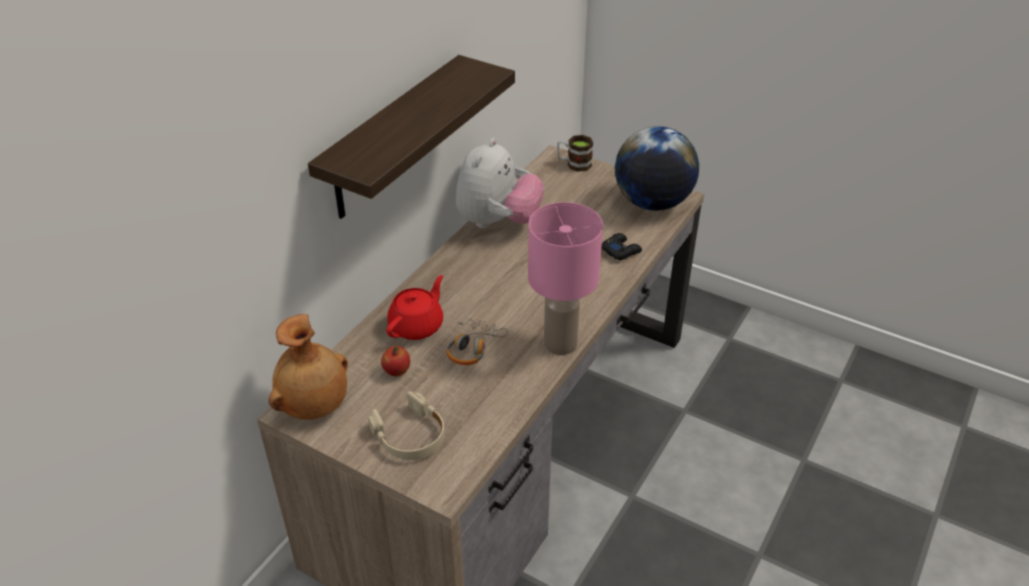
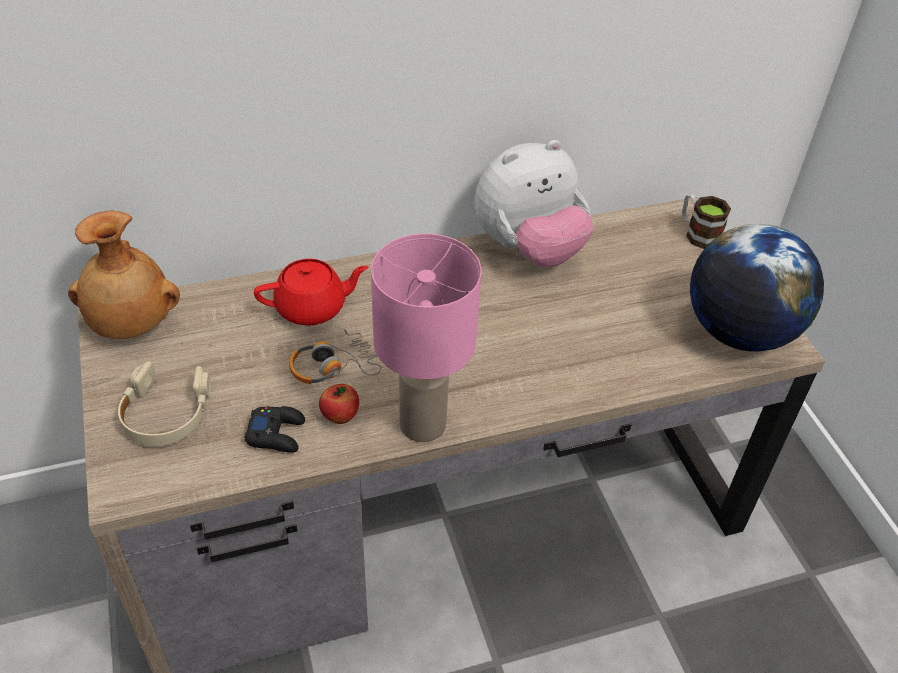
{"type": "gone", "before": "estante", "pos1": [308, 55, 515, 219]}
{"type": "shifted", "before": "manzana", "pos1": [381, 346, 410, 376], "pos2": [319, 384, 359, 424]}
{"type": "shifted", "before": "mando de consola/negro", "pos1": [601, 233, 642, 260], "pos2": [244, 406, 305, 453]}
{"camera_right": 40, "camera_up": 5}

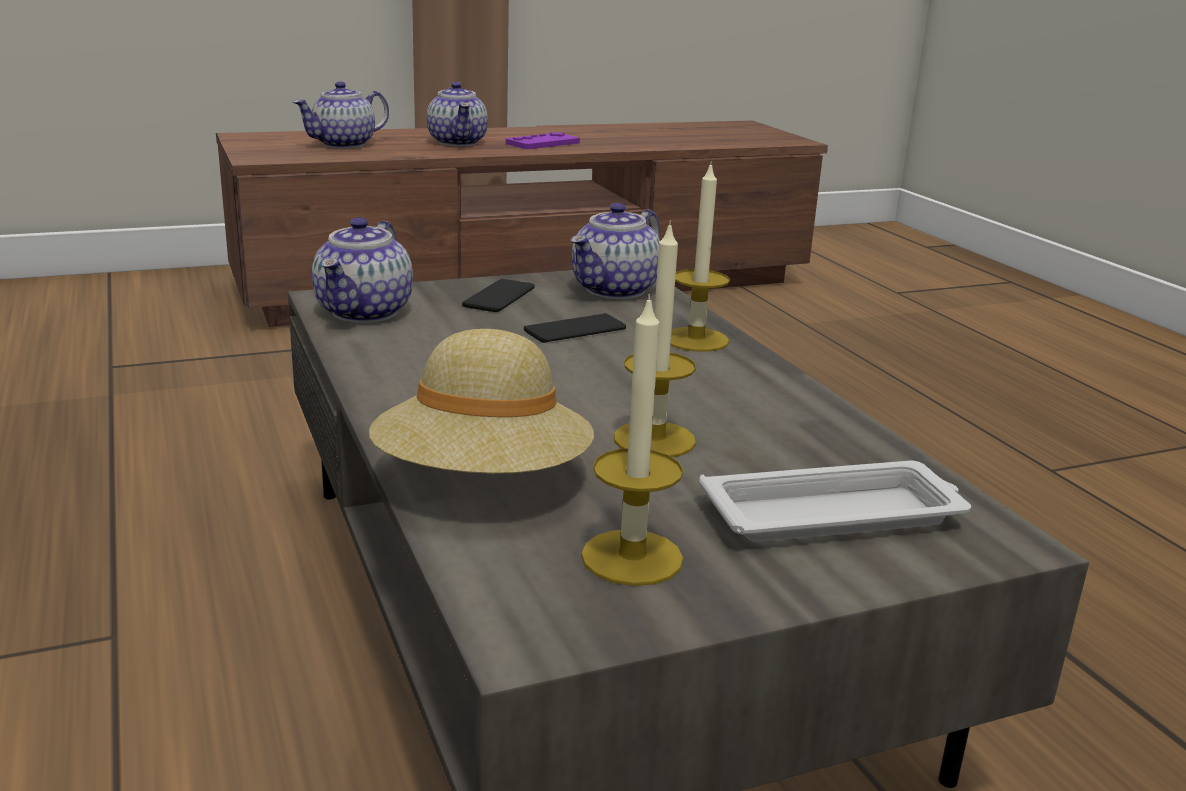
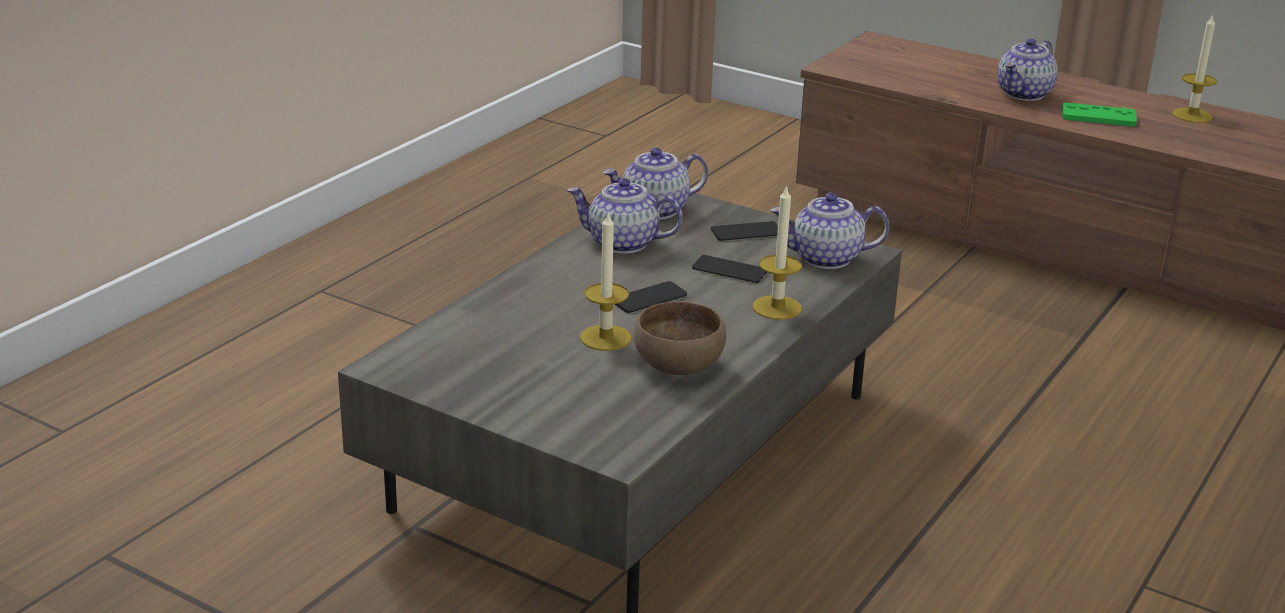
{"type": "gone", "before": "sombrero/beis", "pos1": [369, 329, 594, 474]}
{"type": "gone", "before": "bandeja/blanco", "pos1": [699, 461, 971, 542]}
{"type": "new", "after": "móvil", "pos2": [615, 281, 687, 313]}
{"type": "new", "after": "cuenco/marrón", "pos2": [634, 301, 726, 375]}
{"type": "shifted", "before": "tetera", "pos1": [293, 81, 389, 149], "pos2": [567, 178, 683, 254]}
{"type": "shifted", "before": "vela", "pos1": [581, 294, 683, 586], "pos2": [1172, 13, 1217, 123]}
{"type": "repainted", "before": "mando de consola/morado", "after": "mando de consola/verde", "pos1": [506, 132, 580, 149], "pos2": [1062, 102, 1137, 127]}
{"camera_right": 55, "camera_up": 5}

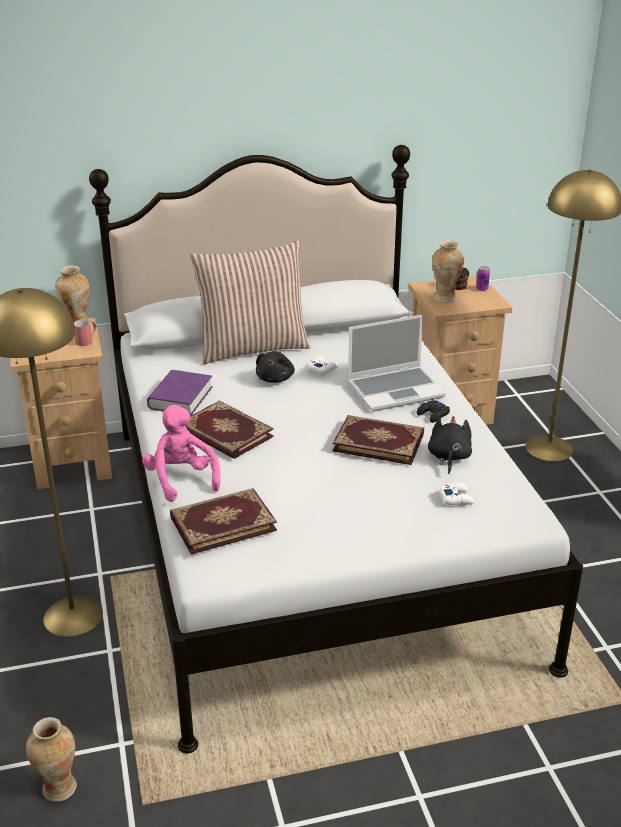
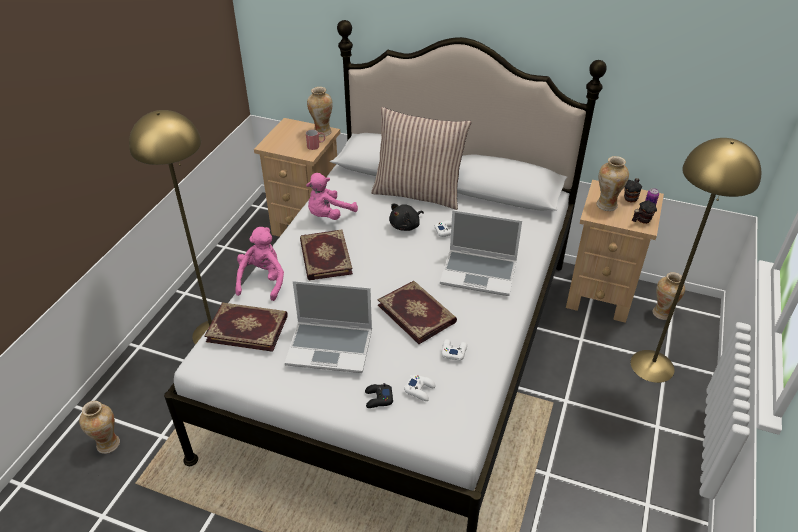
{"type": "new", "after": "portátil", "pos2": [285, 281, 372, 373]}
{"type": "new", "after": "taza grande", "pos2": [632, 200, 657, 224]}
{"type": "new", "after": "florero", "pos2": [652, 272, 685, 320]}
{"type": "shifted", "before": "mando de consola/negro", "pos1": [416, 398, 450, 423], "pos2": [365, 383, 393, 408]}
{"type": "swapped", "before": "libro/morado", "after": "peluche/rosa", "pos1": [147, 370, 212, 416], "pos2": [306, 173, 358, 220]}
{"type": "swapped", "before": "peluche/negro", "after": "mando de consola/blanco", "pos1": [428, 416, 472, 474], "pos2": [442, 339, 467, 361]}
{"camera_right": 35, "camera_up": 10}

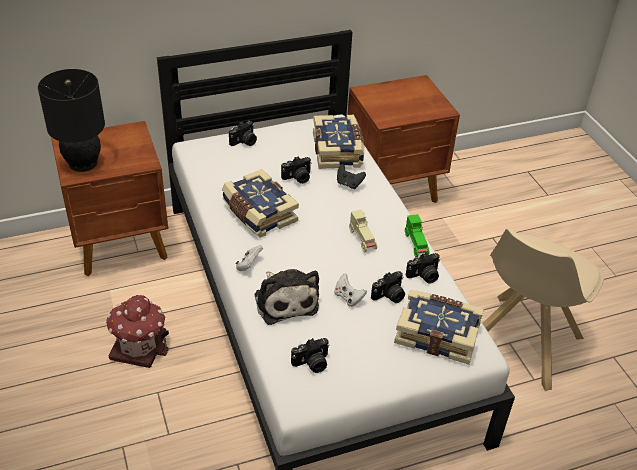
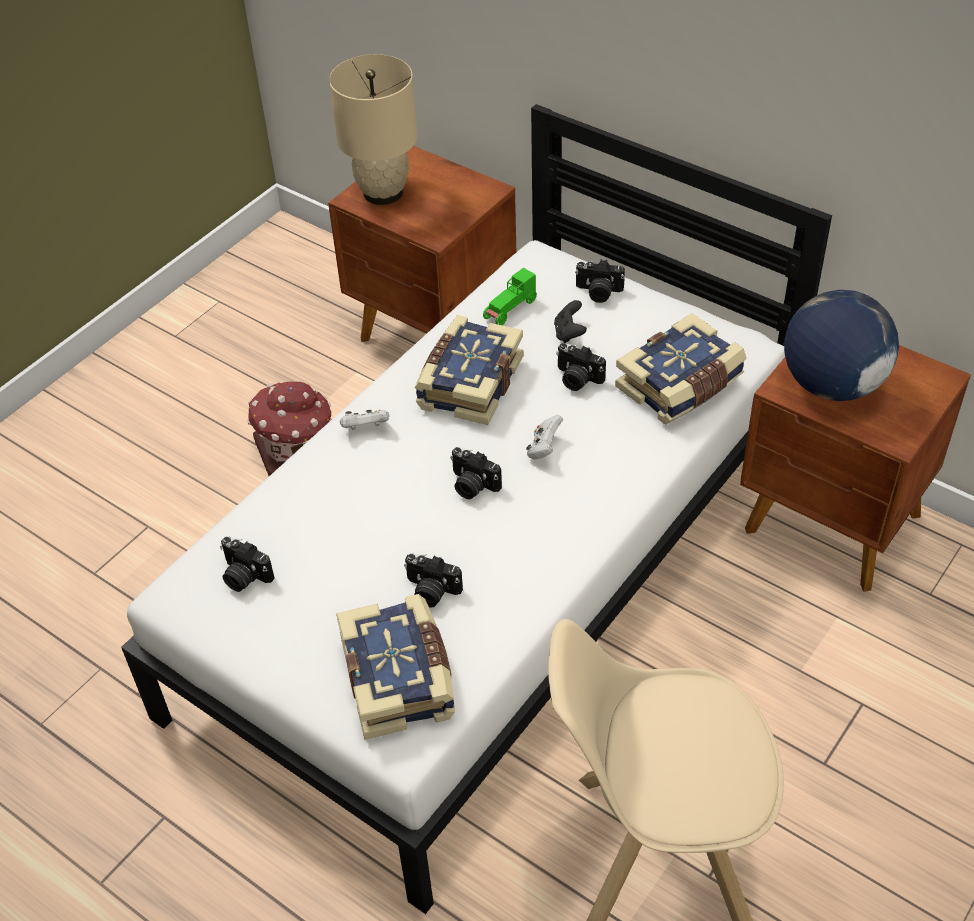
{"type": "gone", "before": "peluche", "pos1": [254, 269, 319, 325]}
{"type": "gone", "before": "coche de juguete/beis", "pos1": [349, 210, 377, 253]}
{"type": "new", "after": "globo terráqueo", "pos2": [784, 290, 899, 401]}
{"type": "shifted", "before": "mando de consola/blanco", "pos1": [334, 274, 367, 307], "pos2": [526, 415, 563, 459]}
{"type": "shifted", "before": "mando de consola/negro", "pos1": [337, 164, 366, 189], "pos2": [554, 300, 587, 343]}
{"type": "shifted", "before": "coche de juguete/verde", "pos1": [405, 214, 429, 257], "pos2": [483, 268, 537, 325]}
{"type": "shifted", "before": "cámara", "pos1": [405, 253, 440, 284], "pos2": [450, 447, 502, 499]}
{"type": "repainted", "before": "lámpara de mesa/negro", "after": "lámpara de mesa/beis", "pos1": [38, 69, 105, 172], "pos2": [329, 54, 418, 205]}
{"camera_right": 60, "camera_up": 5}

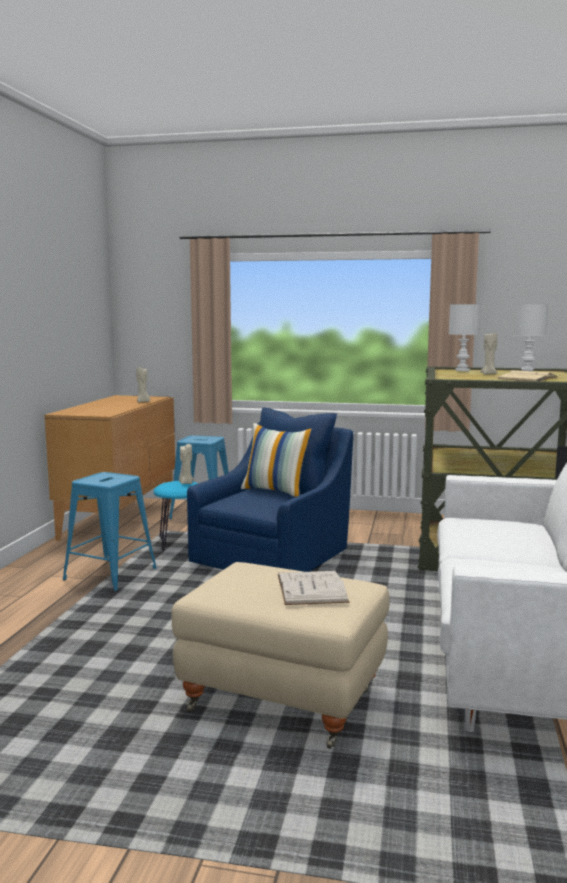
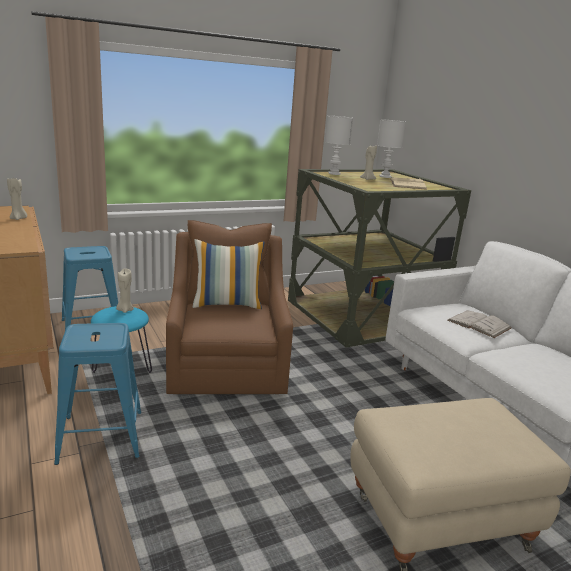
{"type": "shifted", "before": "libro/blanco", "pos1": [278, 571, 349, 605], "pos2": [447, 311, 512, 338]}
{"type": "repainted", "before": "sillón/azul", "after": "sillón/marrón", "pos1": [187, 407, 354, 572], "pos2": [166, 220, 293, 394]}
{"camera_right": -40, "camera_up": 10}

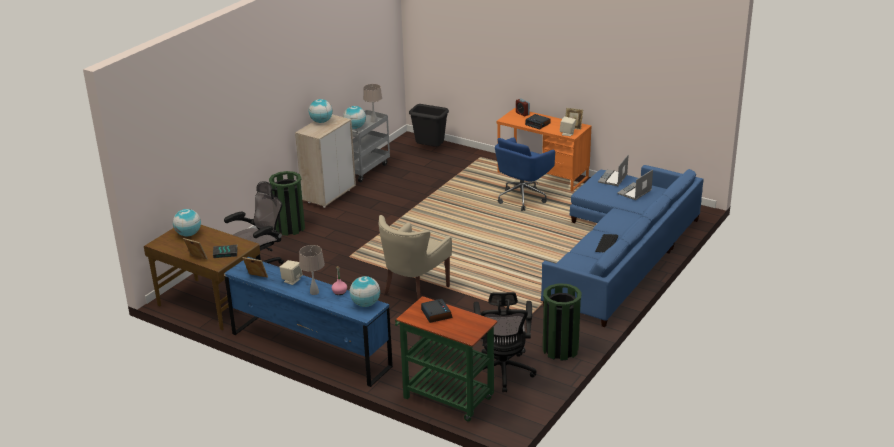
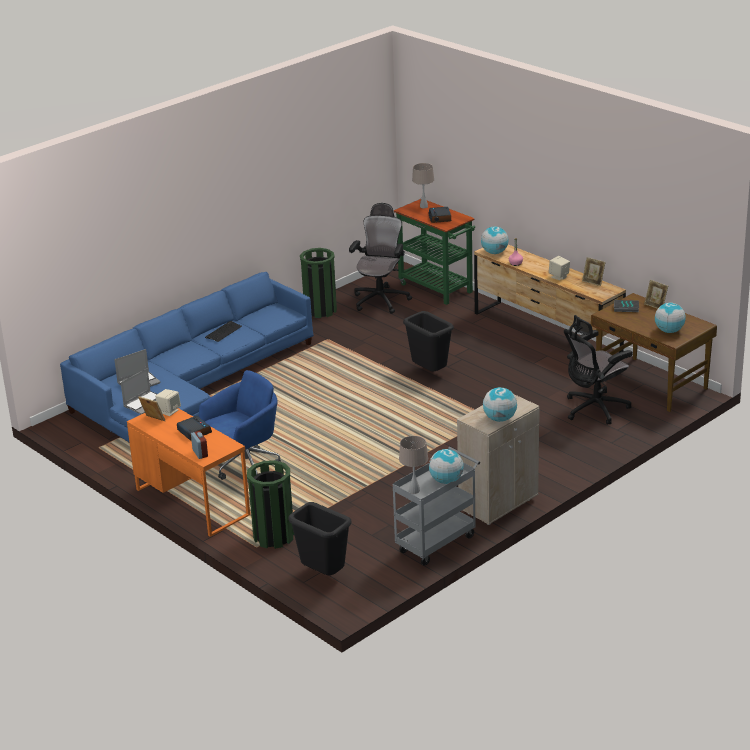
{"type": "shifted", "before": "papelera/verde", "pos1": [269, 171, 305, 236], "pos2": [247, 460, 294, 549]}
{"type": "shifted", "before": "lámpara de mesa/beis", "pos1": [299, 245, 325, 295], "pos2": [412, 163, 434, 208]}
{"type": "swapped", "before": "sillón/beis", "after": "papelera/negro", "pos1": [379, 215, 452, 300], "pos2": [403, 311, 454, 371]}
{"type": "repainted", "before": "cómoda/azul", "after": "cómoda/marrón", "pos1": [224, 257, 393, 387], "pos2": [474, 245, 626, 353]}
{"camera_right": -165, "camera_up": 0}

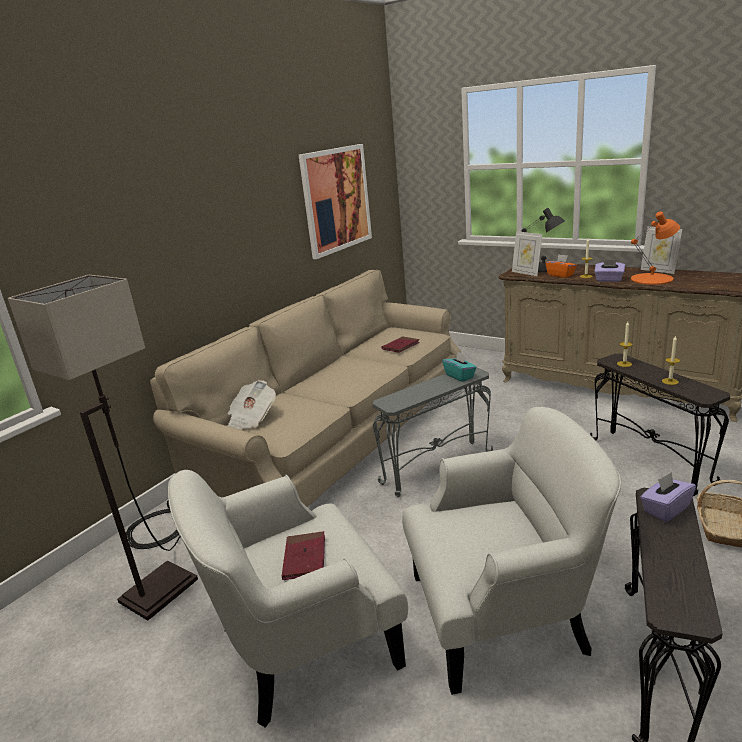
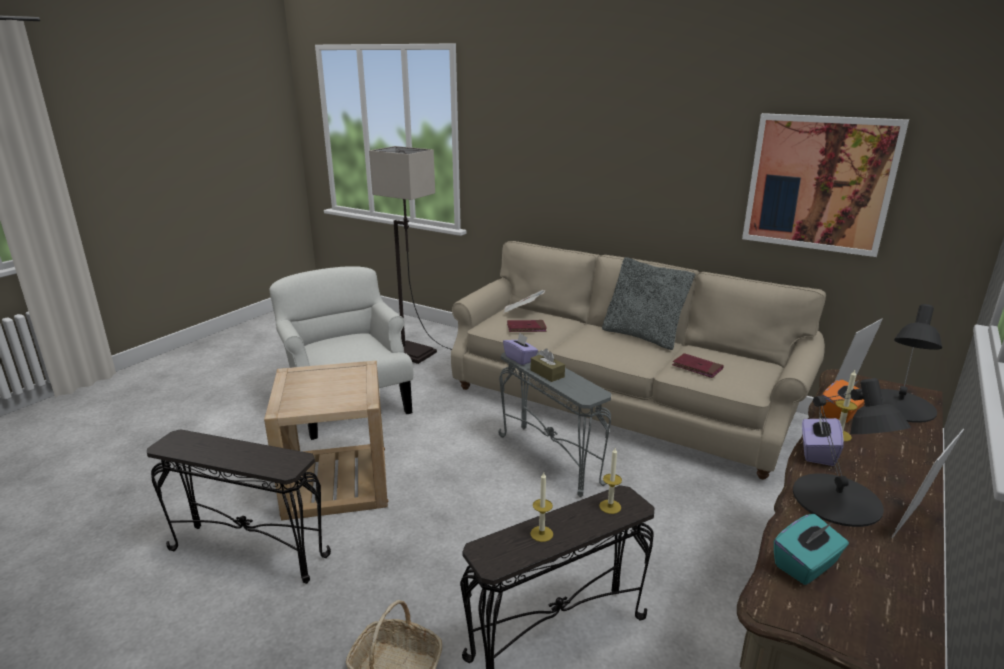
{"type": "new", "after": "caja de pañuelos/marrón", "pos2": [531, 348, 565, 382]}
{"type": "new", "after": "cojín/gris", "pos2": [602, 257, 696, 350]}
{"type": "shifted", "before": "libro/rojo", "pos1": [282, 531, 325, 580], "pos2": [507, 320, 547, 332]}
{"type": "shifted", "before": "caja de pañuelos/turquesa", "pos1": [442, 352, 477, 382], "pos2": [774, 514, 849, 585]}
{"type": "shifted", "before": "caja de pañuelos/morado", "pos1": [640, 472, 696, 522], "pos2": [503, 333, 538, 365]}
{"type": "swapped", "before": "sillón/blanco", "after": "mesa auxiliar/beis", "pos1": [402, 407, 621, 695], "pos2": [264, 361, 388, 520]}
{"type": "repainted", "before": "lámpara de mesa/naranja", "after": "lámpara de mesa/negro", "pos1": [631, 212, 680, 285], "pos2": [793, 378, 911, 527]}
{"camera_right": 85, "camera_up": 0}

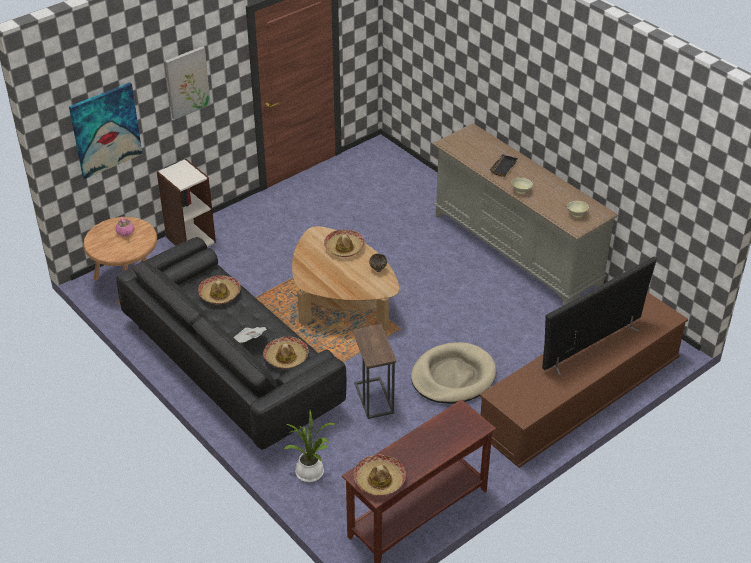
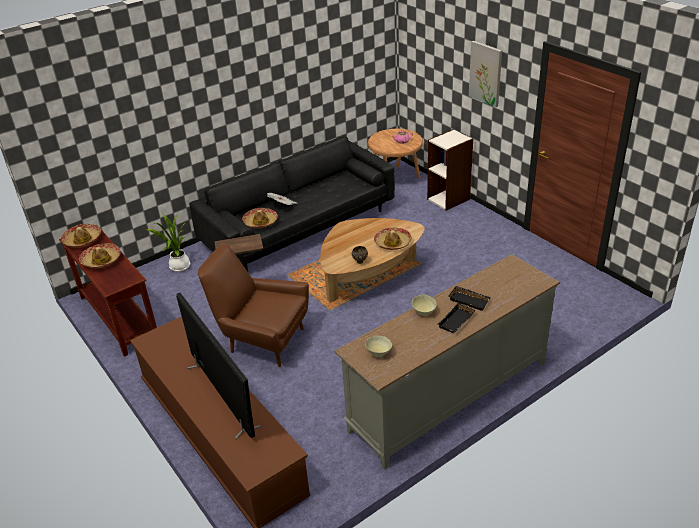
{"type": "gone", "before": "cuadro", "pos1": [69, 82, 142, 179]}
{"type": "new", "after": "bandeja/negro", "pos2": [438, 303, 476, 333]}
{"type": "shifted", "before": "sombrero", "pos1": [198, 275, 241, 305], "pos2": [79, 243, 121, 268]}
{"type": "swapped", "before": "cama para perro/beis", "after": "sillón/marrón", "pos1": [411, 342, 496, 404], "pos2": [198, 245, 309, 367]}
{"camera_right": 95, "camera_up": -5}

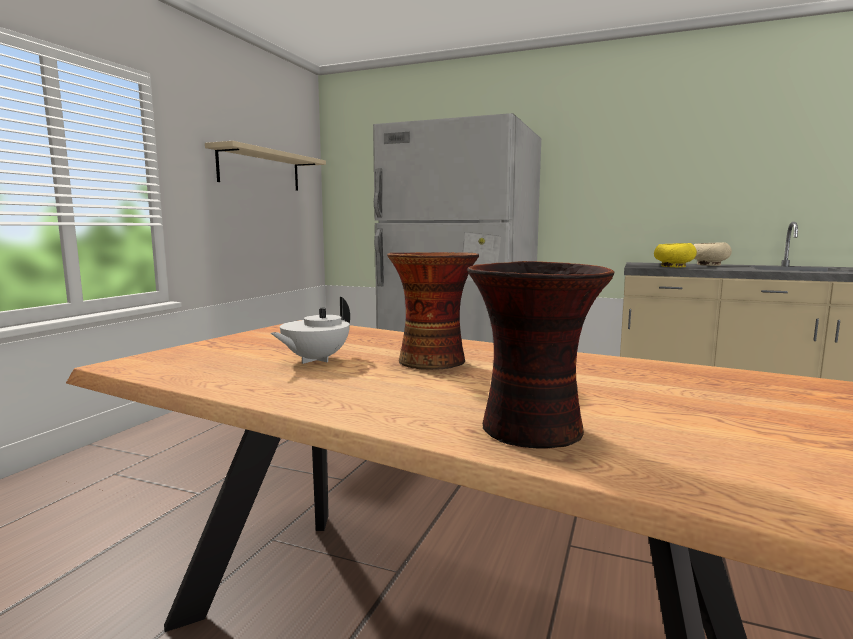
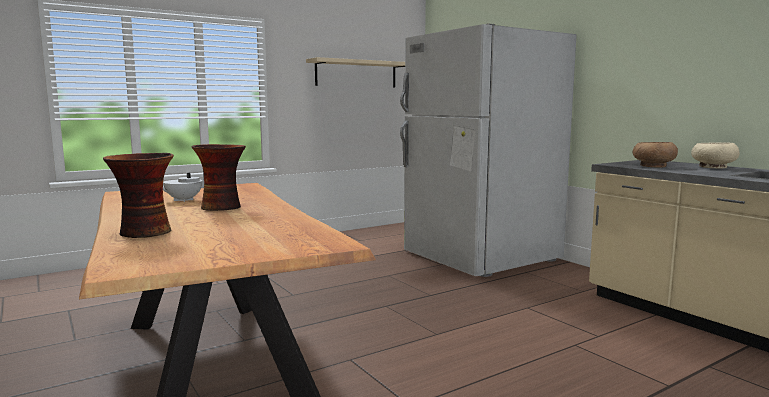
{"type": "repainted", "before": "cuenco/amarillo", "after": "cuenco/marrón", "pos1": [654, 243, 697, 267], "pos2": [633, 142, 678, 167]}
{"camera_right": 35, "camera_up": 0}

